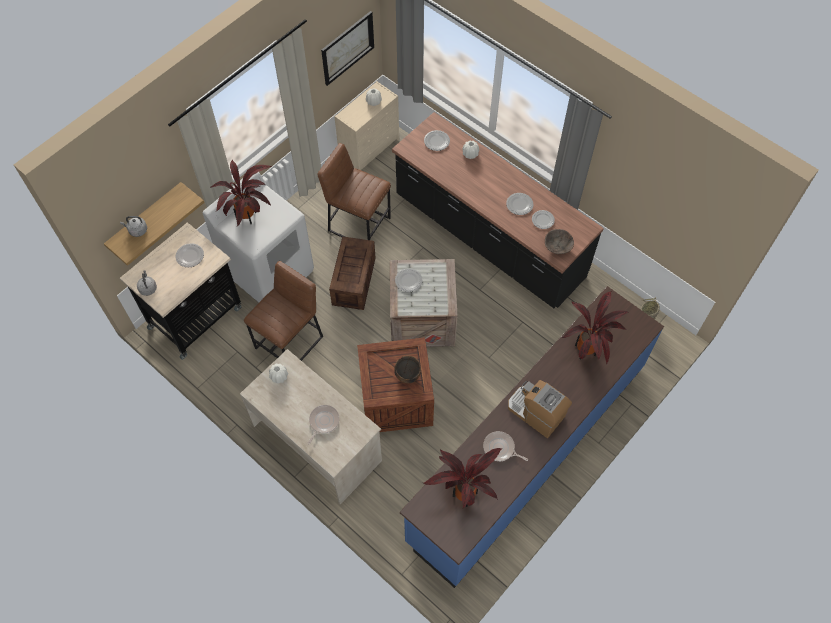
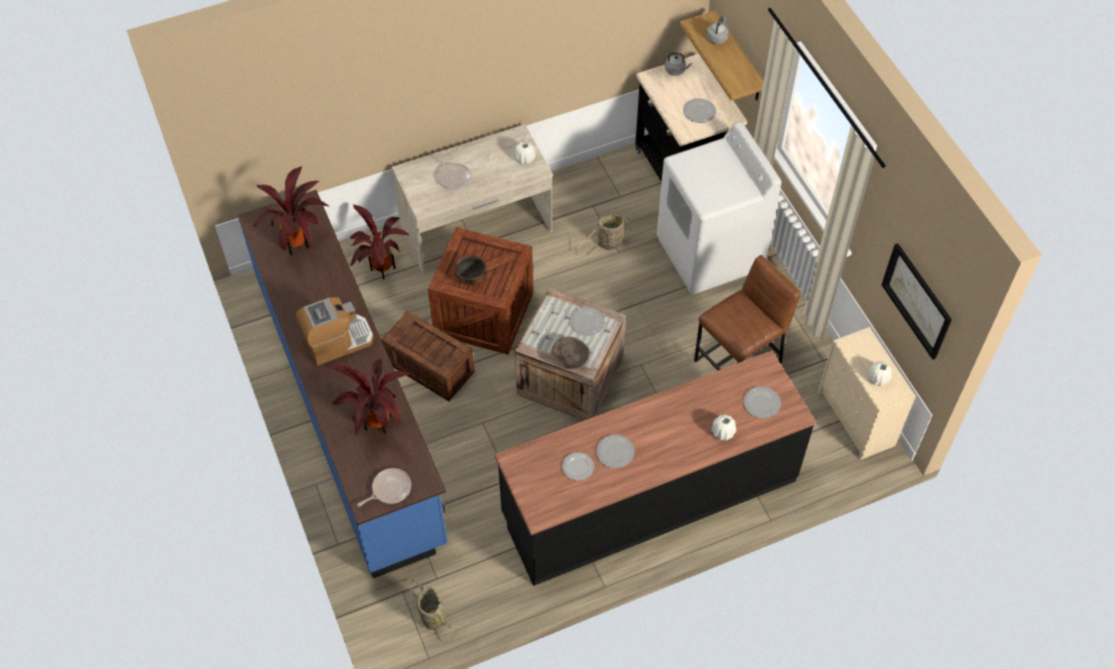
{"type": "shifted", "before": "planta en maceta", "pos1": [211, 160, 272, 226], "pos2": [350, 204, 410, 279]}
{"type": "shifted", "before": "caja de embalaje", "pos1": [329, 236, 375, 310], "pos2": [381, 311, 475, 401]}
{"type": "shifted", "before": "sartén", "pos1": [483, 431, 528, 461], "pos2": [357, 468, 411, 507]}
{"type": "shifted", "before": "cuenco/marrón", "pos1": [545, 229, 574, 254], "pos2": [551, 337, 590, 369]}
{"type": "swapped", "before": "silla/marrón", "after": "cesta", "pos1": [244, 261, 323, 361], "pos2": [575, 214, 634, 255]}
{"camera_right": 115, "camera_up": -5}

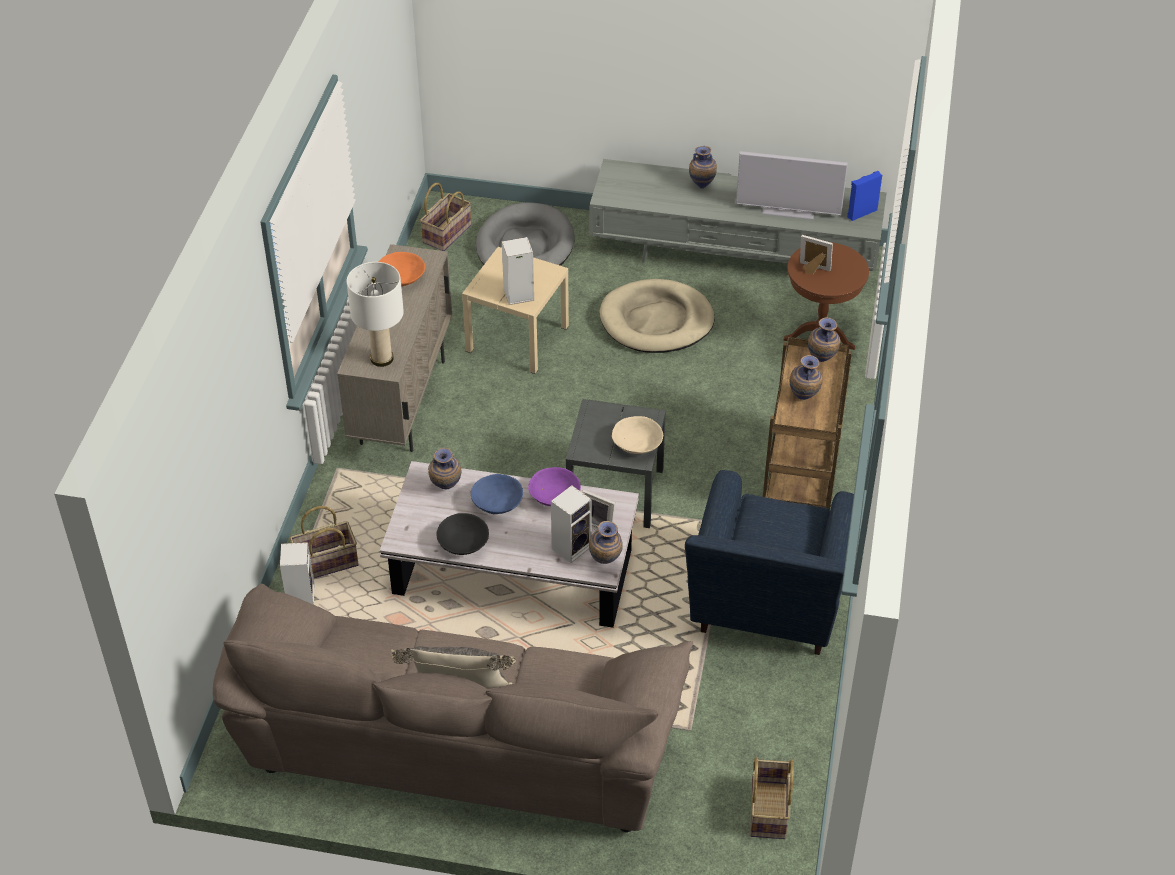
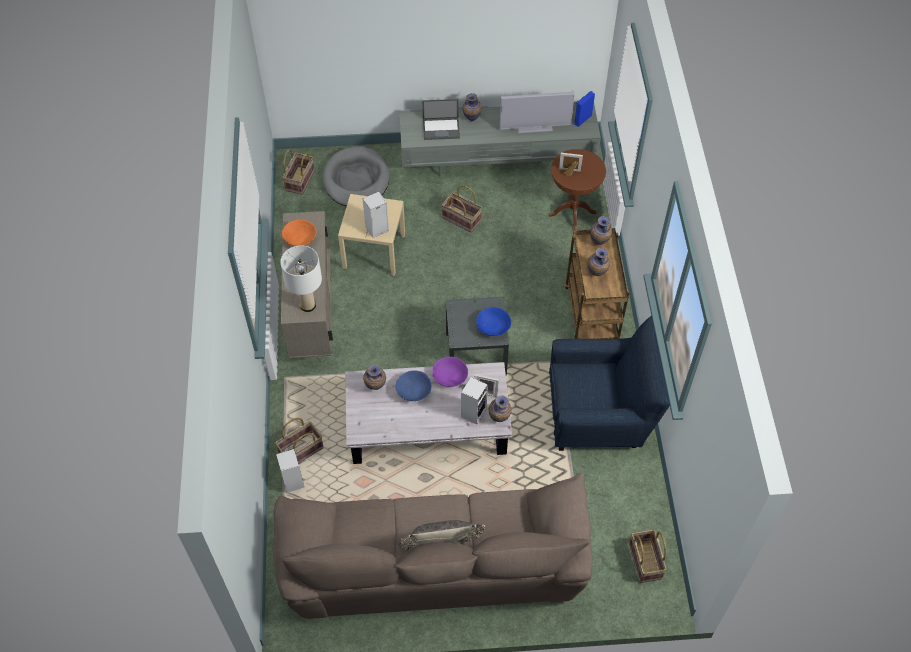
{"type": "gone", "before": "cuenco/negro", "pos1": [437, 513, 489, 555]}
{"type": "new", "after": "portátil", "pos2": [422, 99, 460, 140]}
{"type": "swapped", "before": "cama para perro/beis", "after": "cesta", "pos1": [599, 279, 715, 353], "pos2": [442, 185, 482, 233]}
{"type": "repainted", "before": "cuenco/beis", "after": "cuenco/azul", "pos1": [612, 416, 663, 454], "pos2": [476, 307, 511, 336]}
{"type": "rotated", "before": "sillón/azul", "pos1": [685, 470, 854, 655], "pos2": [549, 316, 670, 451], "turn": -90}
{"camera_right": -15, "camera_up": 10}

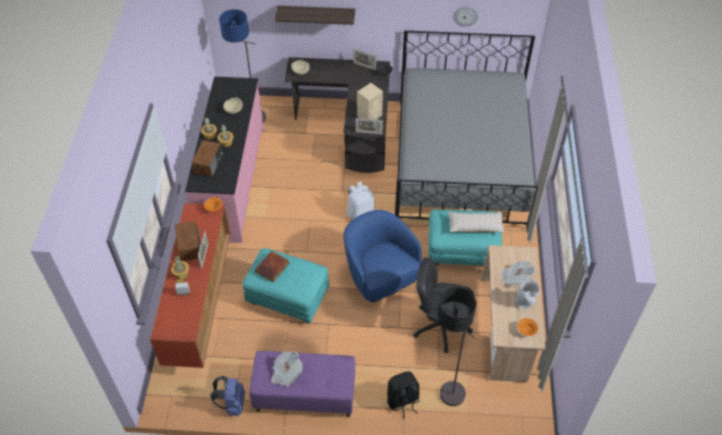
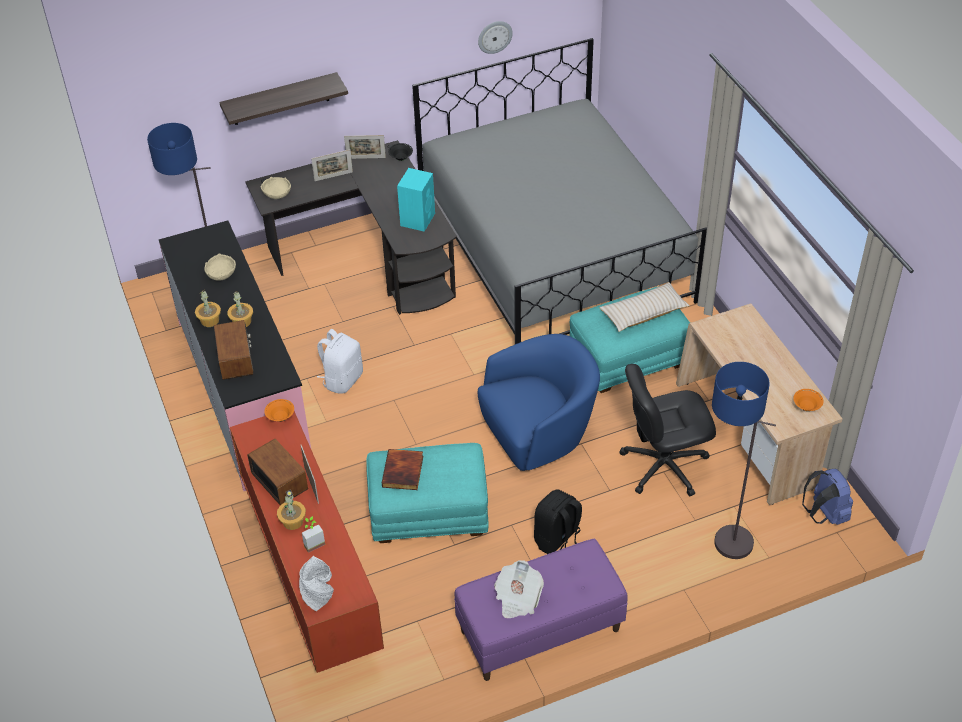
{"type": "gone", "before": "periódico", "pos1": [501, 261, 535, 285]}
{"type": "shifted", "before": "mochila/azul", "pos1": [210, 376, 245, 416], "pos2": [802, 469, 853, 525]}
{"type": "shifted", "before": "mochila/blanco", "pos1": [346, 181, 374, 220], "pos2": [317, 329, 363, 394]}
{"type": "shifted", "before": "portarretratos", "pos1": [355, 118, 383, 134], "pos2": [311, 149, 353, 181]}
{"type": "shifted", "before": "mochila/negro", "pos1": [387, 372, 419, 419], "pos2": [534, 489, 582, 554]}
{"type": "shifted", "before": "florero/gris", "pos1": [516, 279, 540, 310], "pos2": [299, 556, 334, 611]}
{"type": "repainted", "before": "altavoz/beis", "after": "altavoz/turquesa", "pos1": [357, 83, 383, 120], "pos2": [397, 168, 435, 231]}
{"type": "repainted", "before": "lámpara de pie/negro", "after": "lámpara de pie/azul", "pos1": [437, 287, 476, 406], "pos2": [712, 362, 776, 559]}
{"type": "rotated", "before": "sillón/azul", "pos1": [343, 210, 422, 303], "pos2": [478, 334, 600, 471], "turn": 120}
{"camera_right": -25, "camera_up": -5}

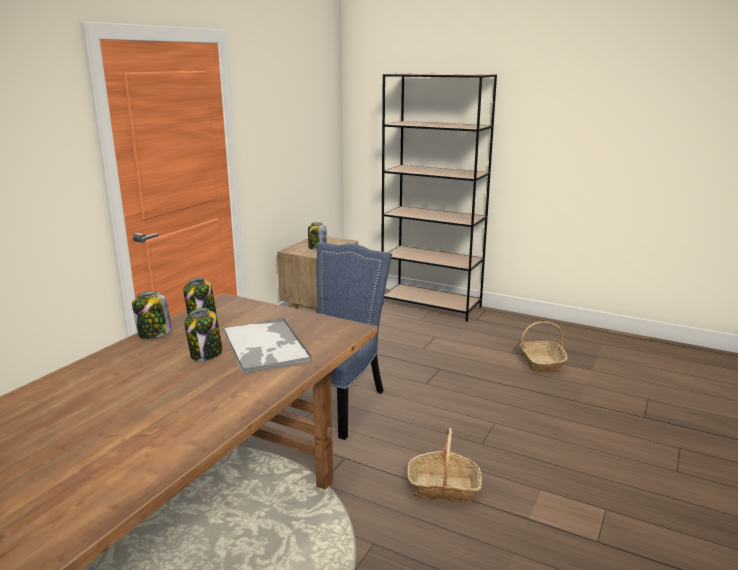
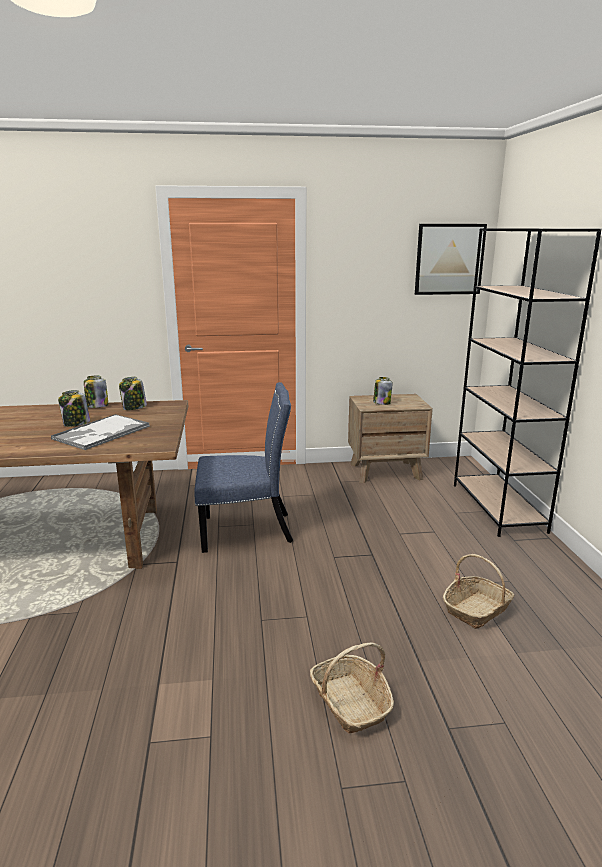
{"type": "new", "after": "cuadro", "pos2": [415, 224, 487, 295]}
{"type": "shifted", "before": "cesta", "pos1": [407, 428, 482, 502], "pos2": [310, 642, 394, 734]}
{"camera_right": 55, "camera_up": 0}

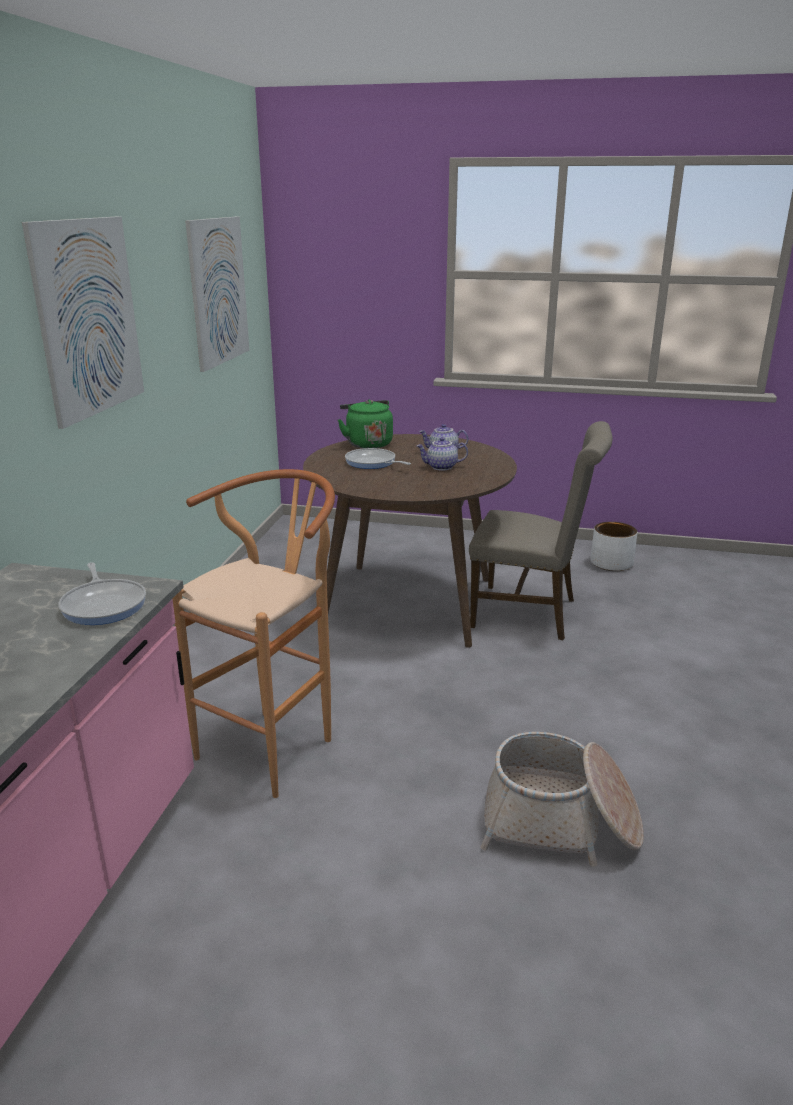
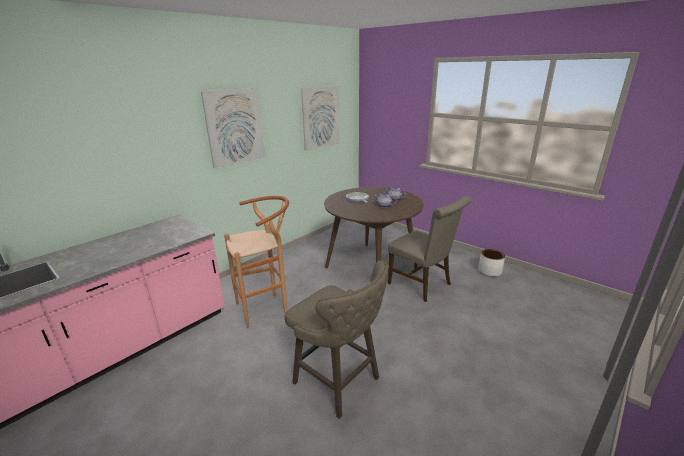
{"type": "gone", "before": "sartén", "pos1": [58, 562, 146, 625]}
{"type": "gone", "before": "hervidor/verde", "pos1": [338, 400, 393, 448]}
{"type": "swapped", "before": "cesta", "after": "taburete/beis", "pos1": [480, 732, 644, 866], "pos2": [284, 260, 389, 419]}
{"camera_right": 30, "camera_up": 0}

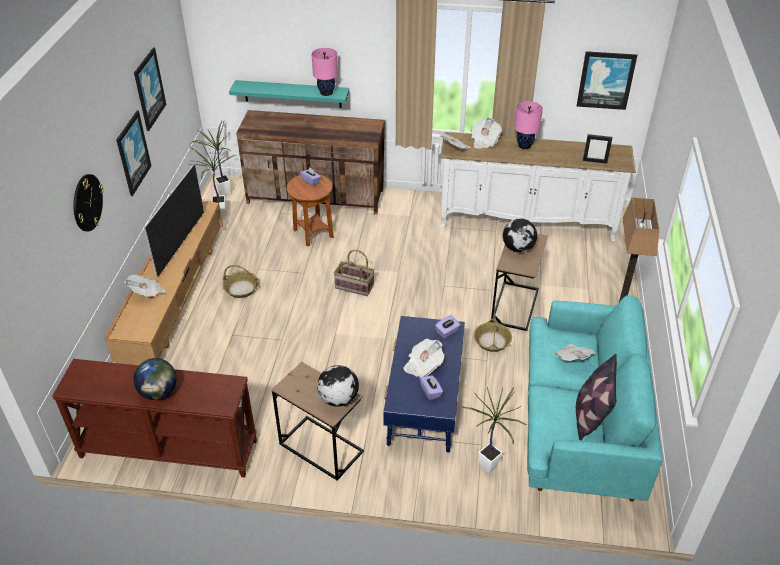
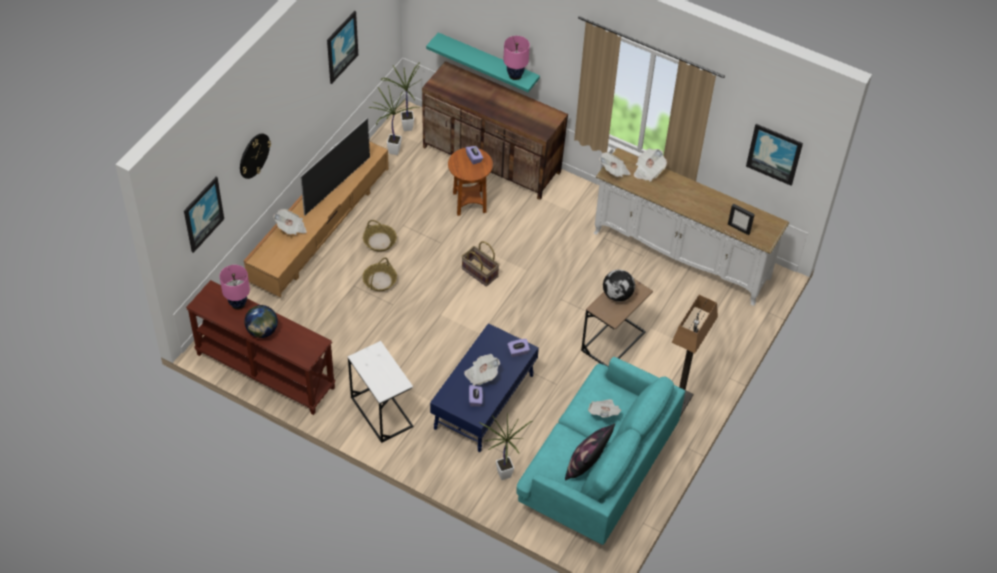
{"type": "gone", "before": "globo terráqueo", "pos1": [317, 365, 359, 407]}
{"type": "shifted", "before": "cuadro", "pos1": [116, 111, 151, 196], "pos2": [184, 177, 224, 253]}
{"type": "shifted", "before": "cesta", "pos1": [474, 313, 512, 352], "pos2": [362, 257, 397, 291]}
{"type": "shifted", "before": "lámpara de mesa/rosa", "pos1": [514, 101, 543, 149], "pos2": [220, 265, 250, 310]}
{"type": "repainted", "before": "mesa auxiliar/marrón", "after": "mesa auxiliar/blanco", "pos1": [271, 362, 364, 481], "pos2": [347, 341, 413, 443]}
{"camera_right": 20, "camera_up": 10}

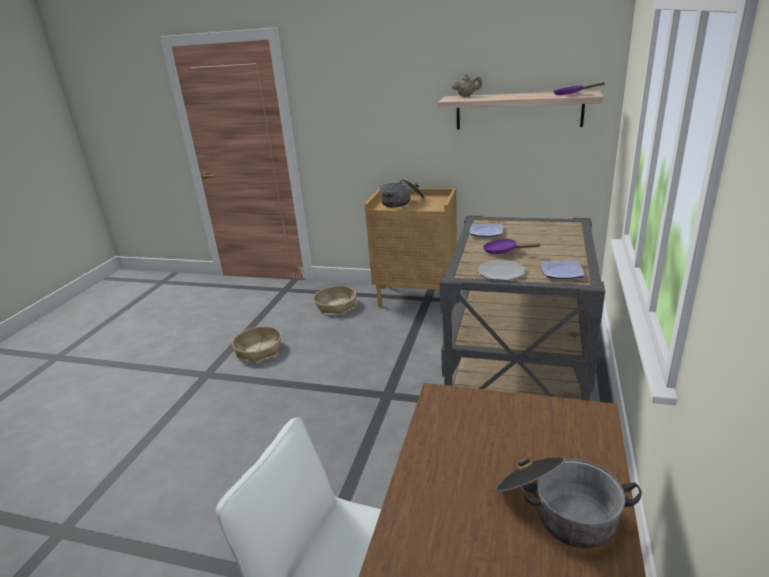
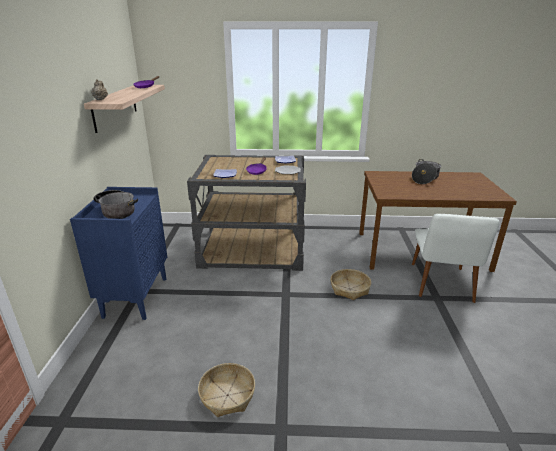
{"type": "shifted", "before": "cesta", "pos1": [314, 286, 356, 314], "pos2": [330, 269, 371, 300]}
{"type": "repainted", "before": "armario/marrón", "after": "armario/azul", "pos1": [365, 188, 457, 307], "pos2": [70, 187, 167, 320]}
{"camera_right": -105, "camera_up": 0}

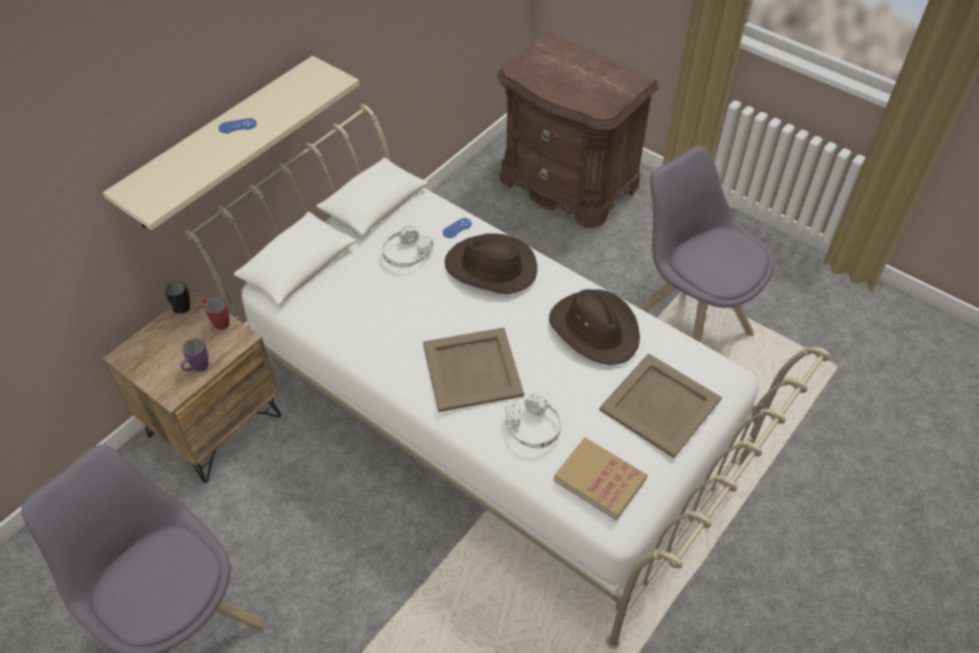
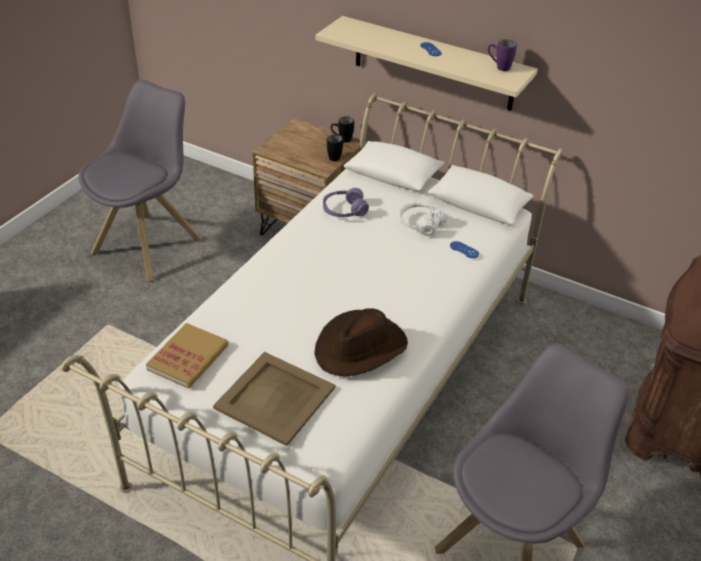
{"type": "gone", "before": "bandeja/beis", "pos1": [423, 328, 524, 412]}
{"type": "gone", "before": "sombrero/marrón", "pos1": [445, 233, 537, 294]}
{"type": "gone", "before": "auriculares/blanco", "pos1": [506, 393, 562, 448]}
{"type": "new", "after": "auriculares/morado", "pos2": [323, 188, 369, 217]}
{"type": "shifted", "before": "taza grande/morado", "pos1": [181, 338, 209, 372], "pos2": [488, 40, 517, 71]}
{"type": "repainted", "before": "taza grande/rojo", "after": "taza grande/negro", "pos1": [203, 297, 229, 330], "pos2": [327, 134, 345, 161]}
{"camera_right": 80, "camera_up": -10}

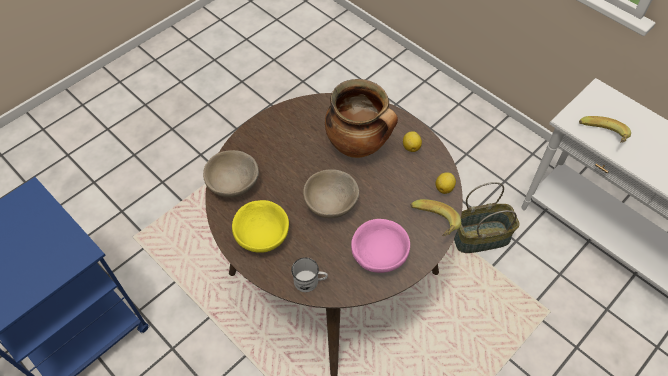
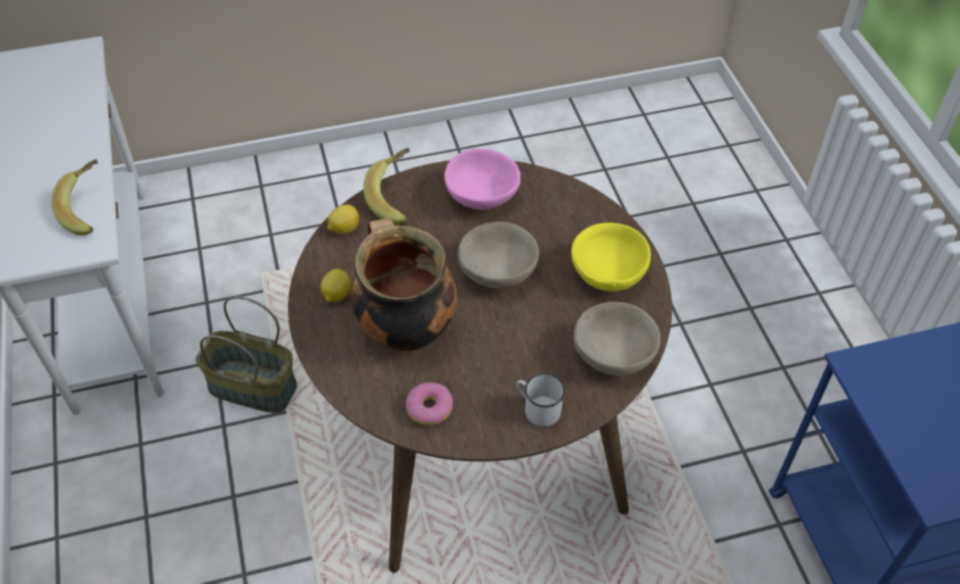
{"type": "new", "after": "rosquilla", "pos2": [406, 383, 453, 426]}
{"type": "shifted", "before": "taza grande/blanco", "pos1": [291, 258, 328, 292], "pos2": [516, 374, 565, 427]}
{"camera_right": -150, "camera_up": -5}

